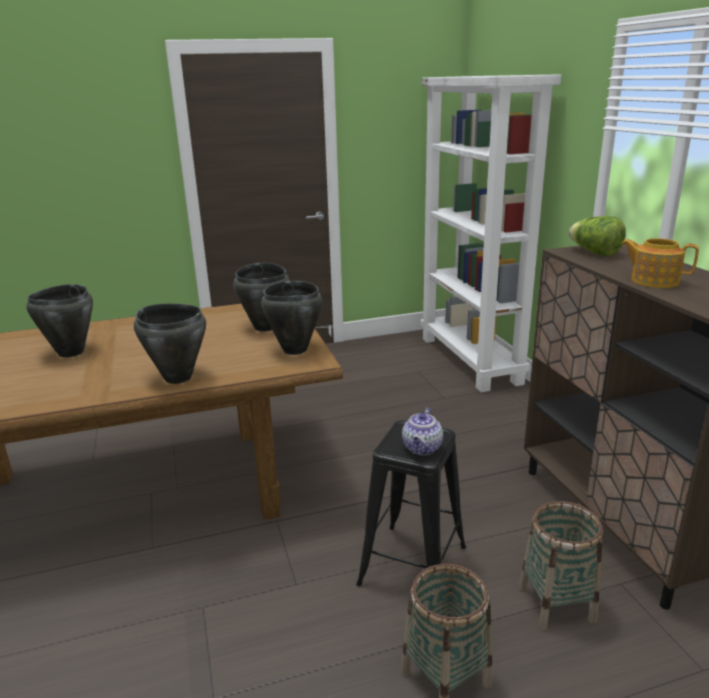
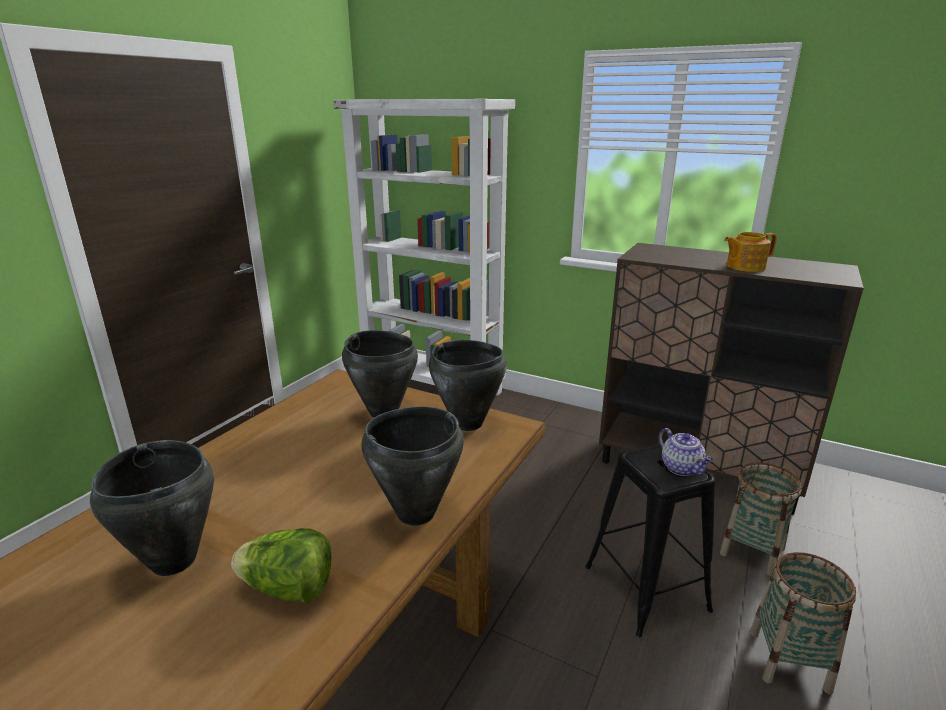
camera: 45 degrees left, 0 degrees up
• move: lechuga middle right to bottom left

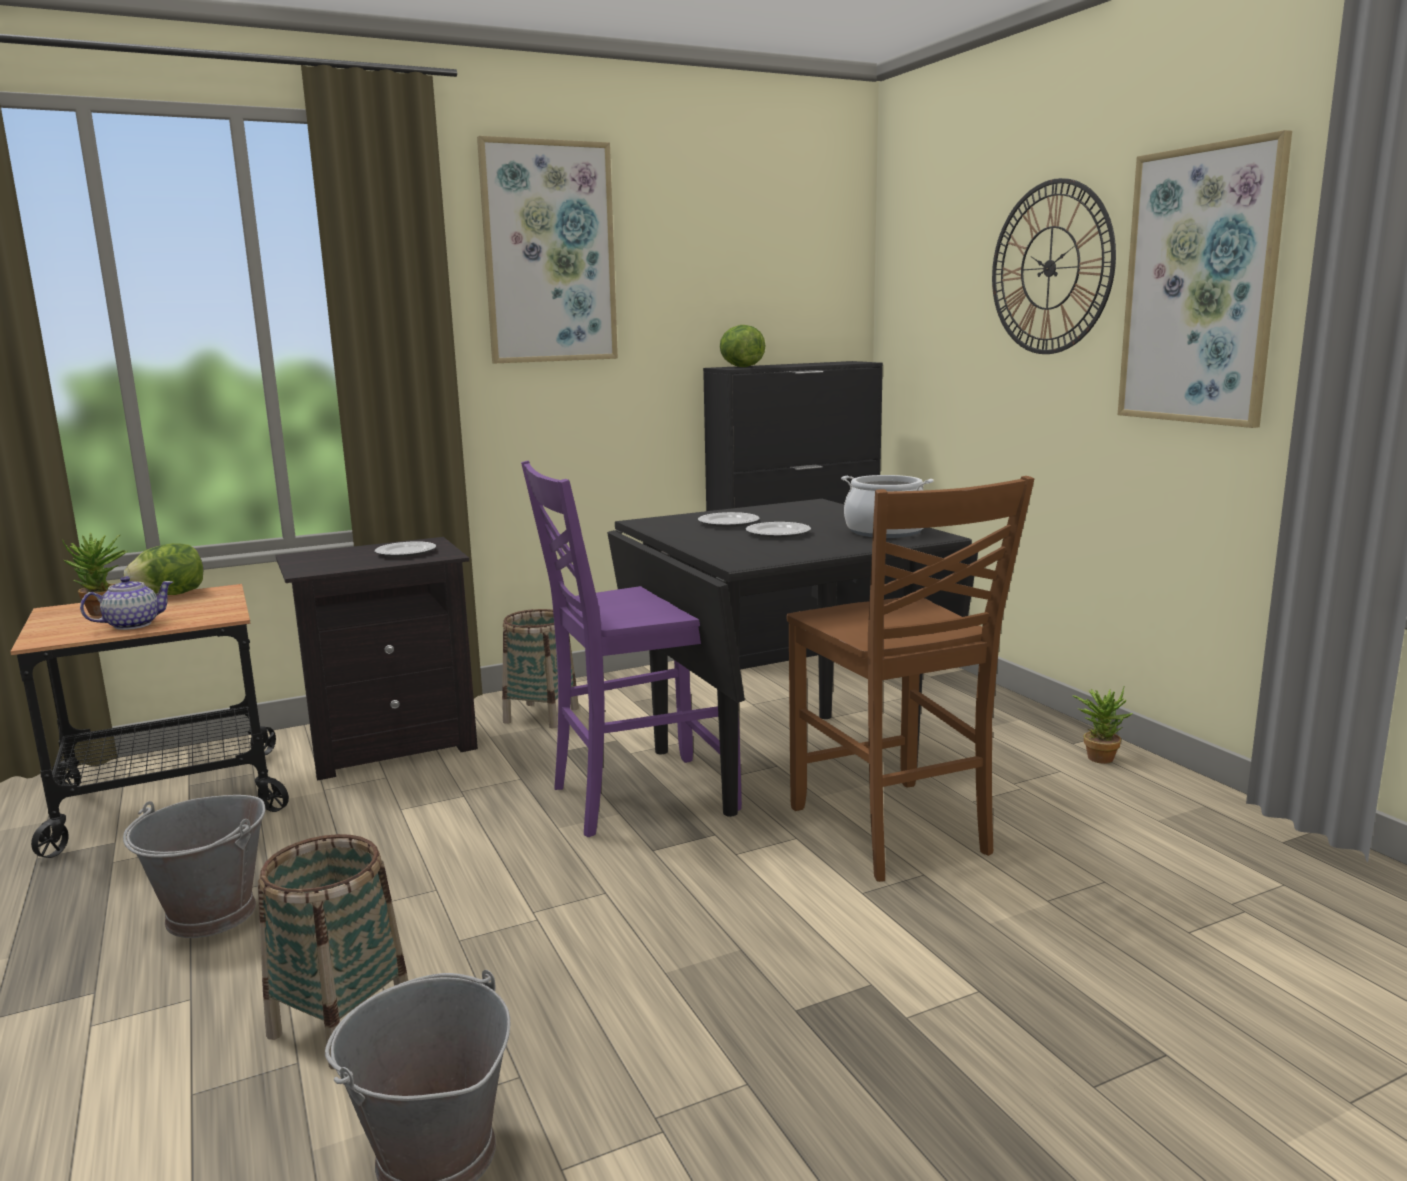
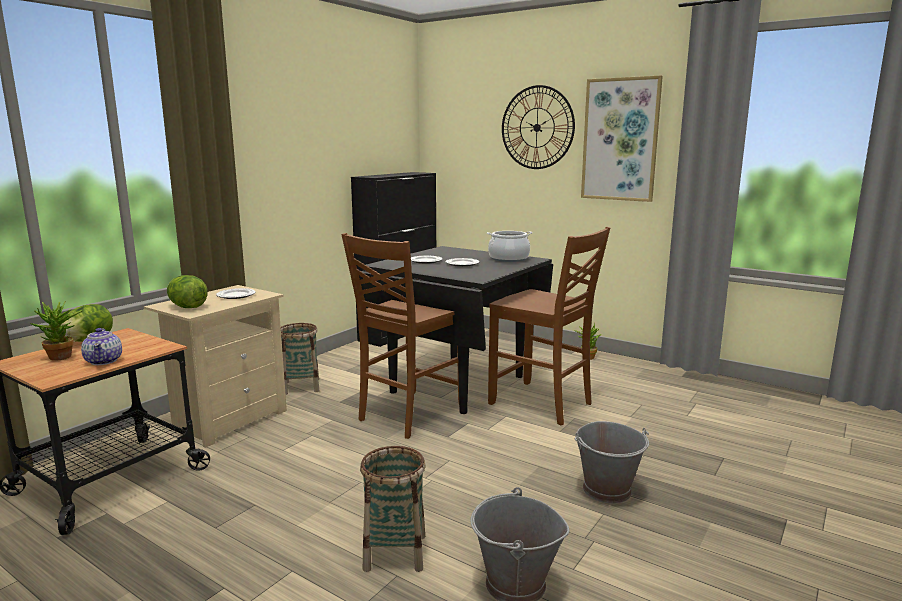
camera: 30 degrees left, 0 degrees up
• rotate: tetera middle left = middle left 135 degrees clockwise
• move: cubo/gris (1st from left in the first image) bottom left to cubo/gris (2nd from left) bottom right
• recolor: mesita de noche/negro middle left to mesita de noche/beis middle left
• delete: cuadro (1st from left) top centre
• recolor: silla/morado centre to silla/marrón (1st from left) centre
• move: lechuga (2nd from left) top centre to middle left

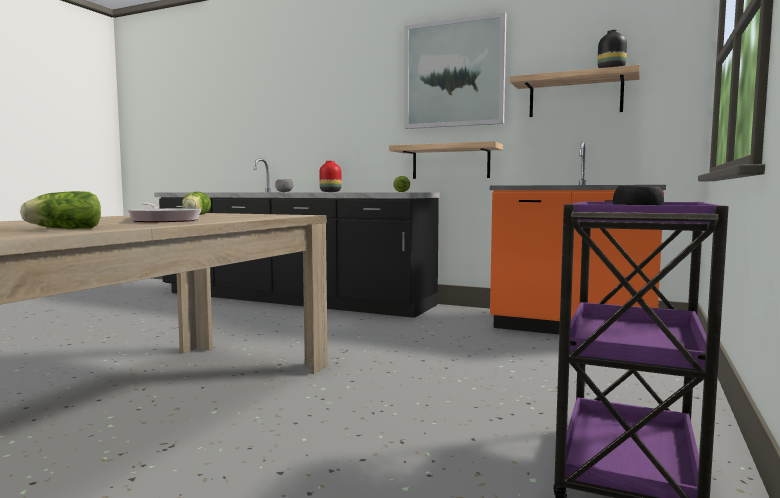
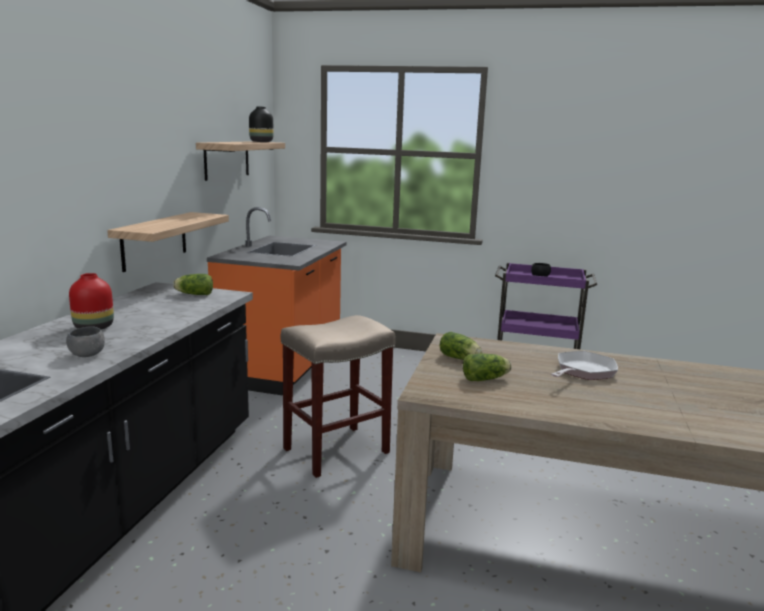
camera: 100 degrees left, 10 degrees up
• move: lechuga (1st from left in the first image) middle left to lechuga (2nd from left) centre
• delete: cuadro top centre
• insert: taburete/beis centre

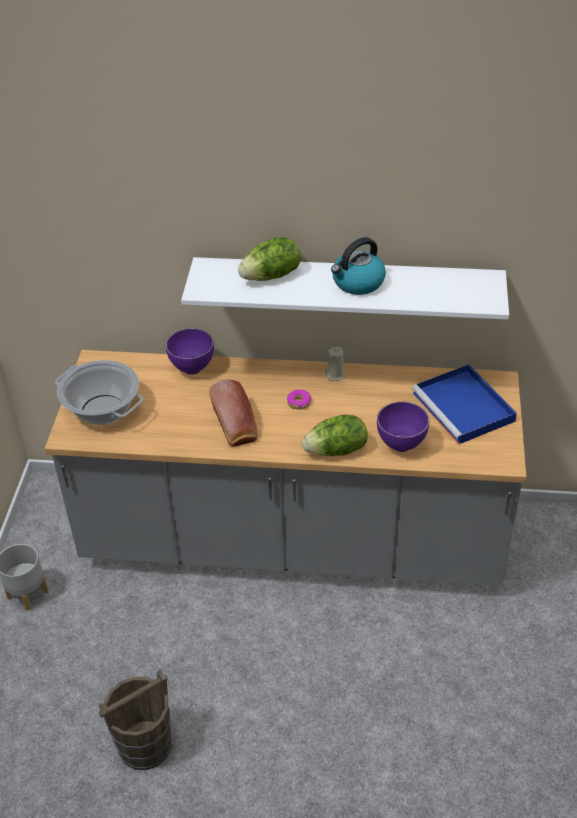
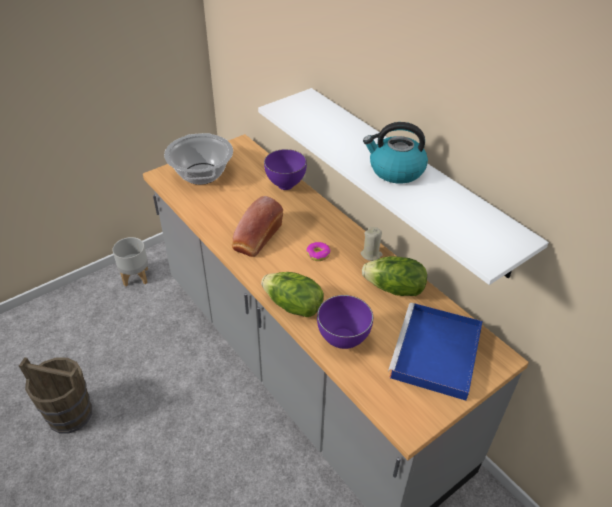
camera: 45 degrees right, 0 degrees up
• move: lechuga (1st from left in the first image) top centre to lechuga (2nd from left) centre

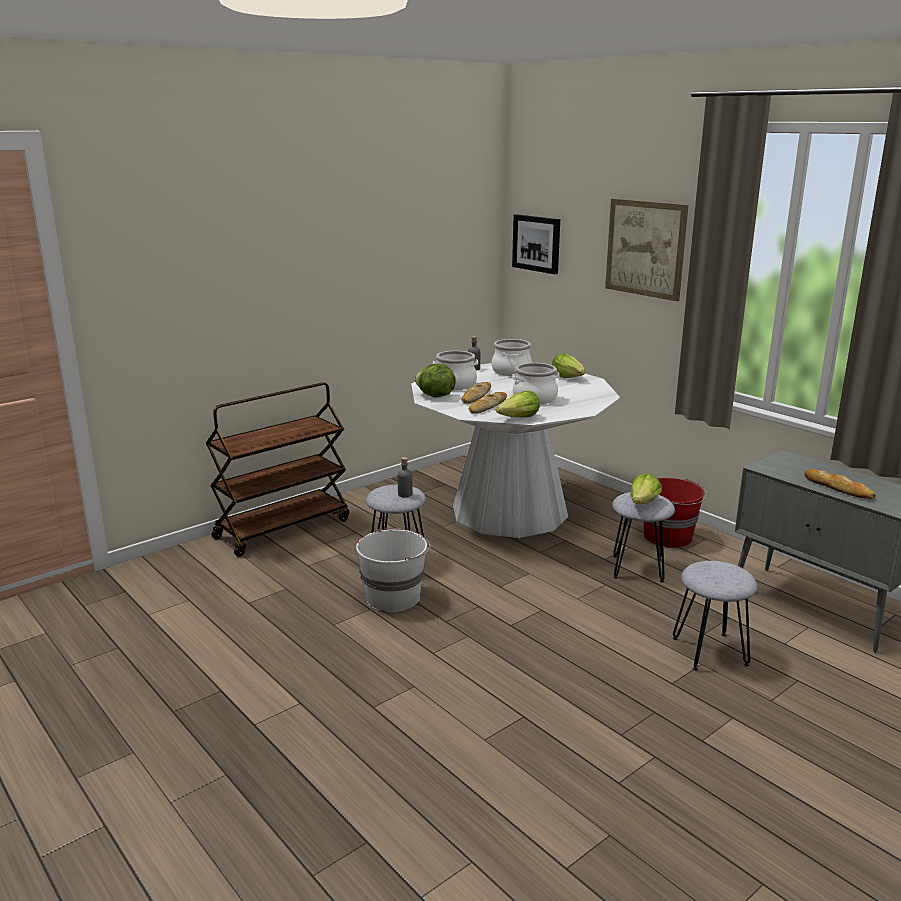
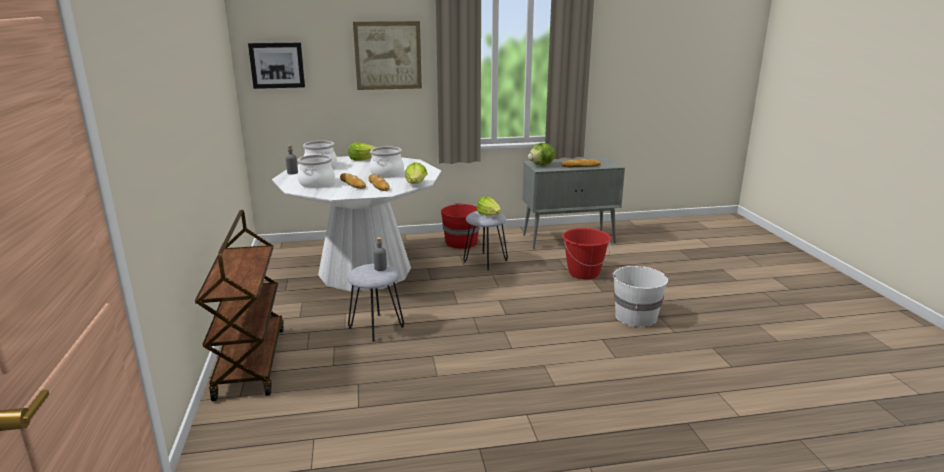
camera: 60 degrees left, 0 degrees up
• move: cubo/blanco centre to middle right
• move: lechuga (1st from left in the first image) centre to lechuga (4th from left) top centre
• replace: taburete/gris (3rd from left) bottom right to cubo/rojo (2nd from left) centre

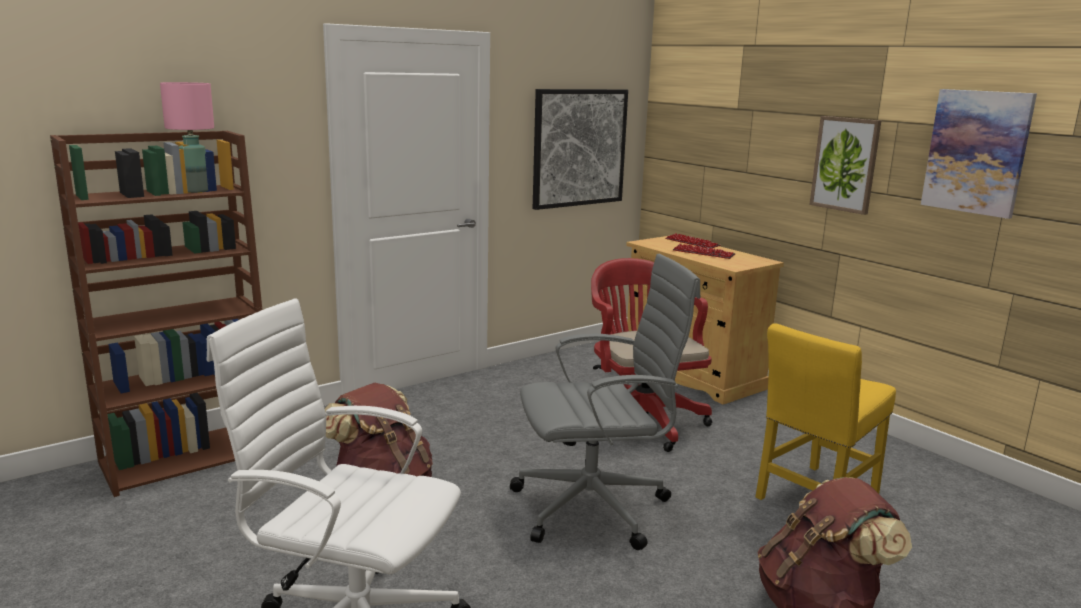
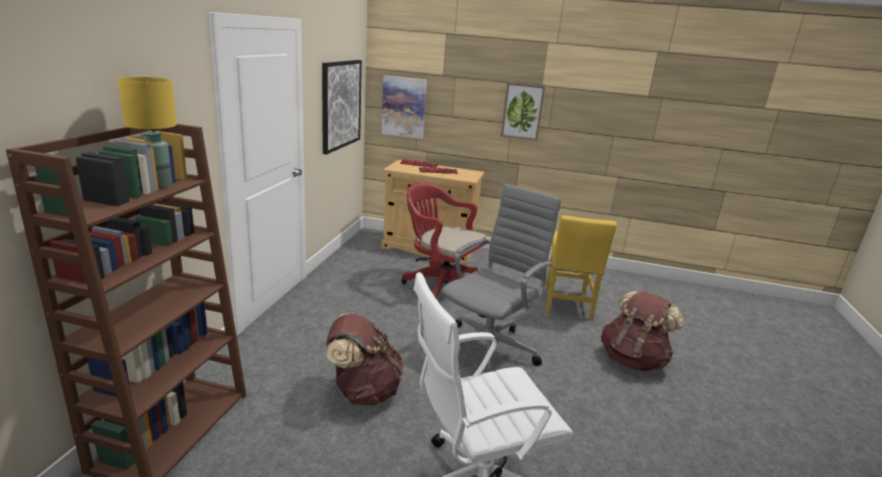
camera: 40 degrees left, 5 degrees up
• recolor: lámpara de mesa/rosa top left to lámpara de mesa/amarillo top left
• move: cuadro (3rd from left in the first image) top right to cuadro (2nd from left) top centre

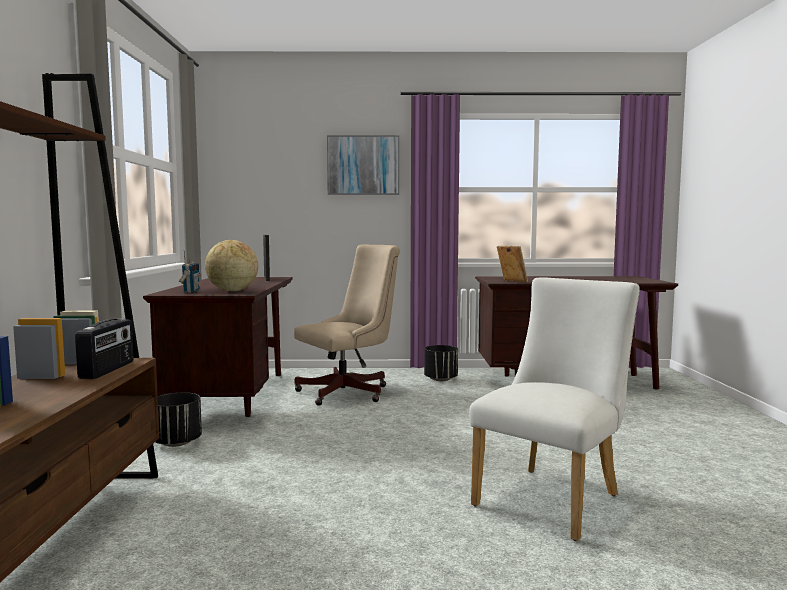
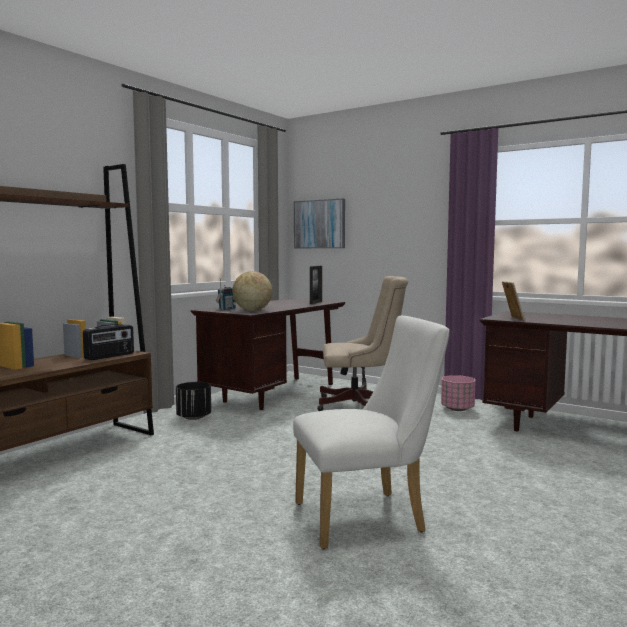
camera: 35 degrees right, 0 degrees up
• move: cuadro top centre to centre
• recolor: maceta/negro (2nd from left) centre to maceta/rosa middle right

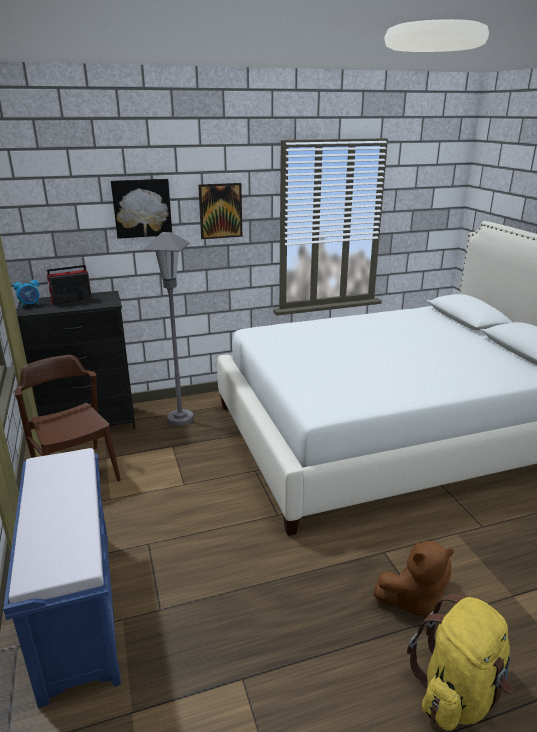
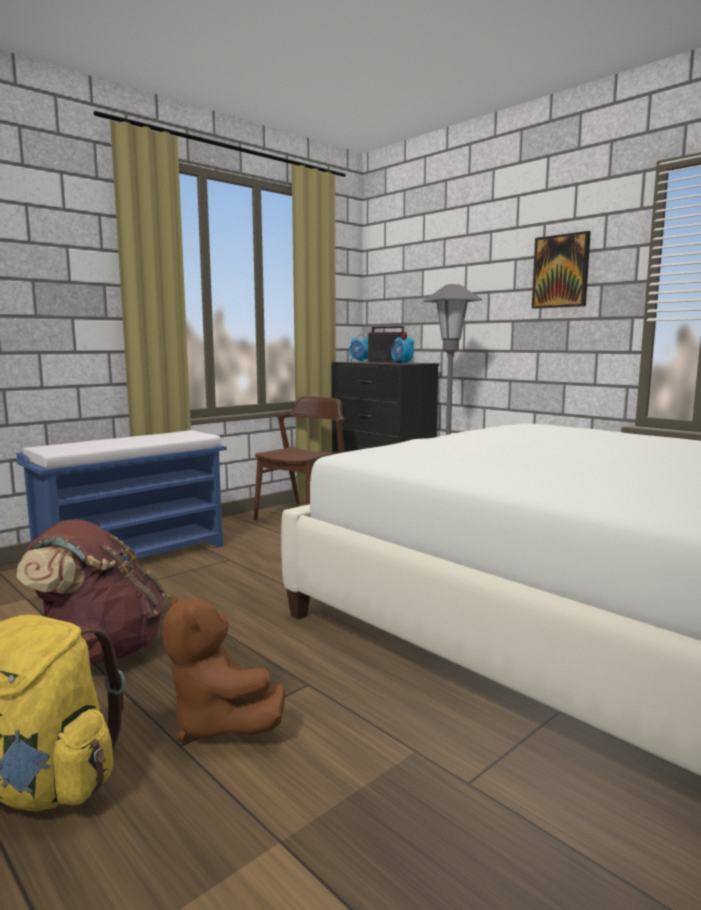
camera: 65 degrees right, 15 degrees down
• delete: cuadro (1st from left) top left
• insert: mochila/marrón middle left
• insert: despertador (2nd from left) centre

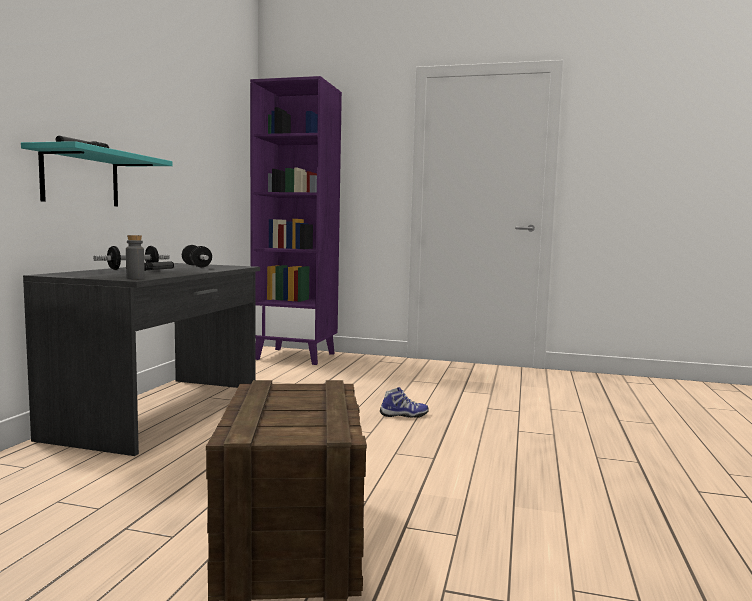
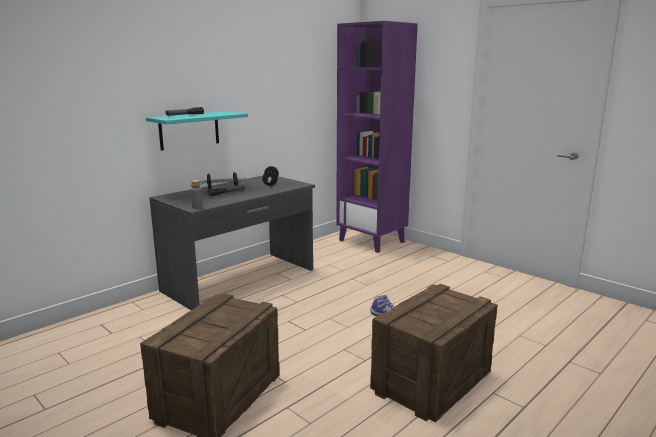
camera: 30 degrees right, 10 degrees up
• insert: caja de embalaje (2nd from left) bottom centre

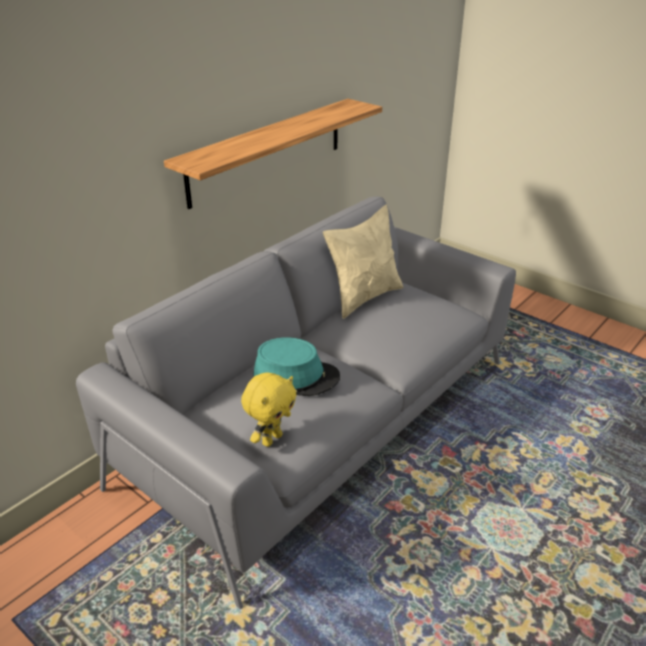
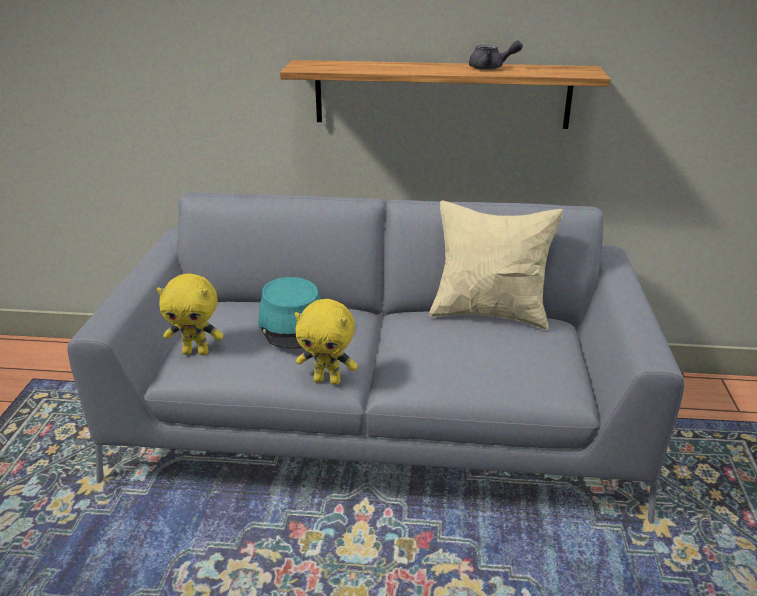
camera: 55 degrees right, 5 degrees down
• insert: peluche/amarillo (2nd from left) centre
• insert: tetera/gris top centre

